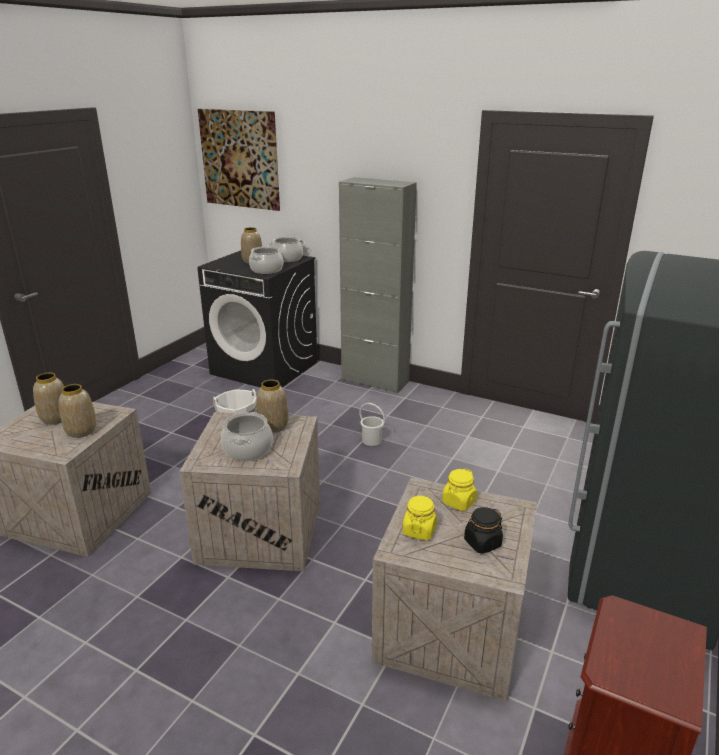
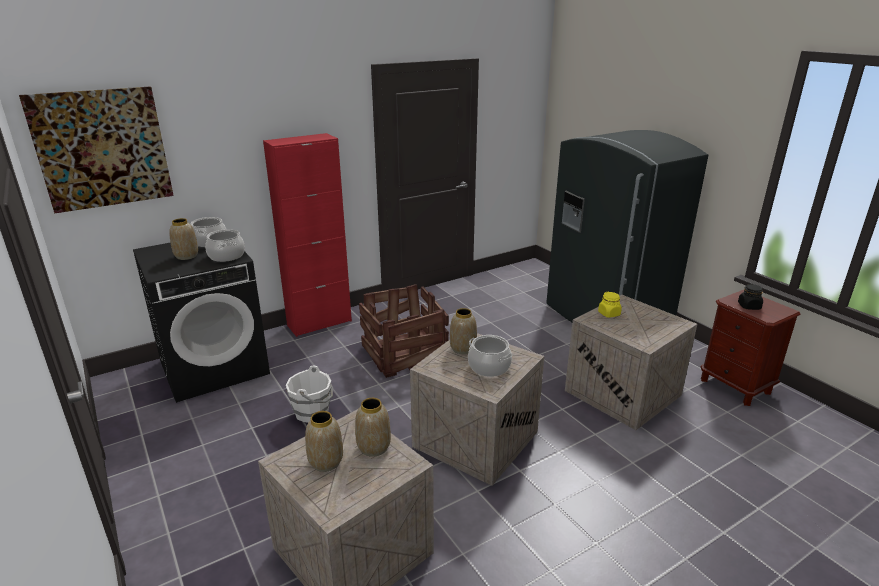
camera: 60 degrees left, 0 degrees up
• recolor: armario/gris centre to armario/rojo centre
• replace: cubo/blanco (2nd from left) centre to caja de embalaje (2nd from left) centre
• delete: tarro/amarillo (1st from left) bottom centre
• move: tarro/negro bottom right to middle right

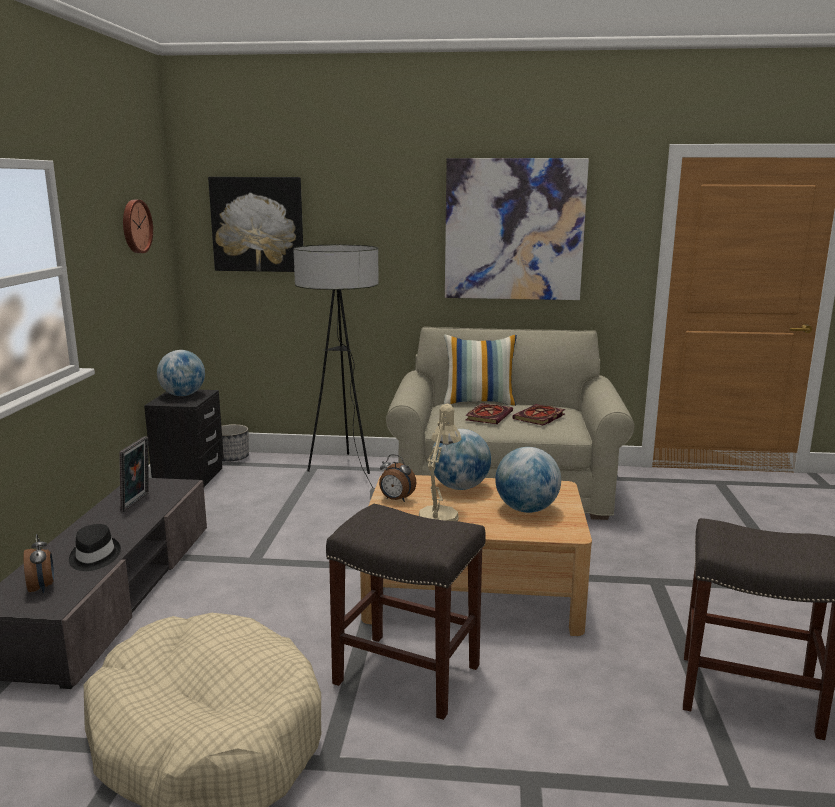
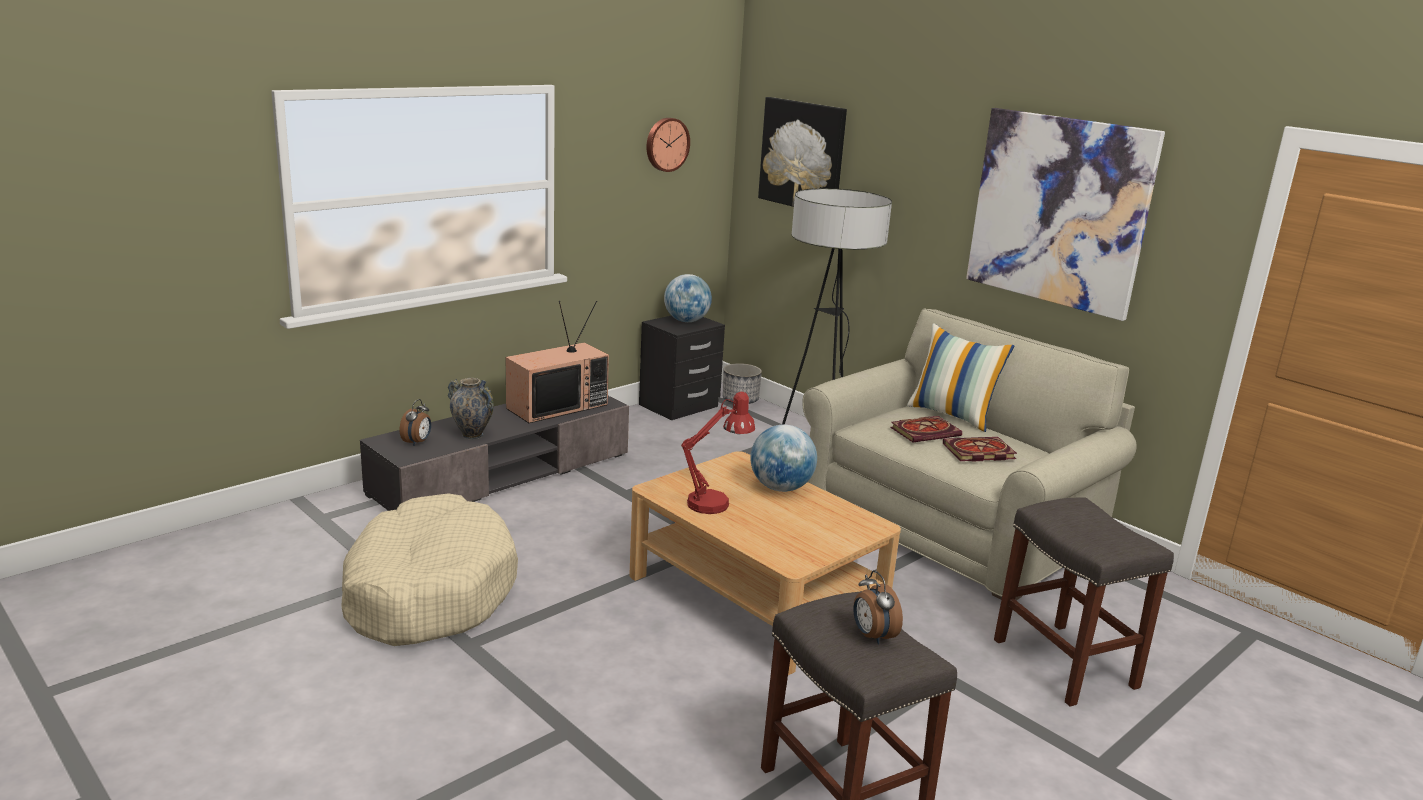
camera: 40 degrees right, 5 degrees up
• replace: sombrero/negro bottom left to florero middle left
• replace: portarretratos middle left to televisor centre
• move: taburete/gris (1st from left in the first image) bottom centre to taburete/gris (2nd from left) bottom right
• move: despertador (2nd from left) centre to bottom centre
• recolor: lámpara de mesa/beis centre to lámpara de mesa/rojo centre
• delete: globo terráqueo (3rd from left) centre

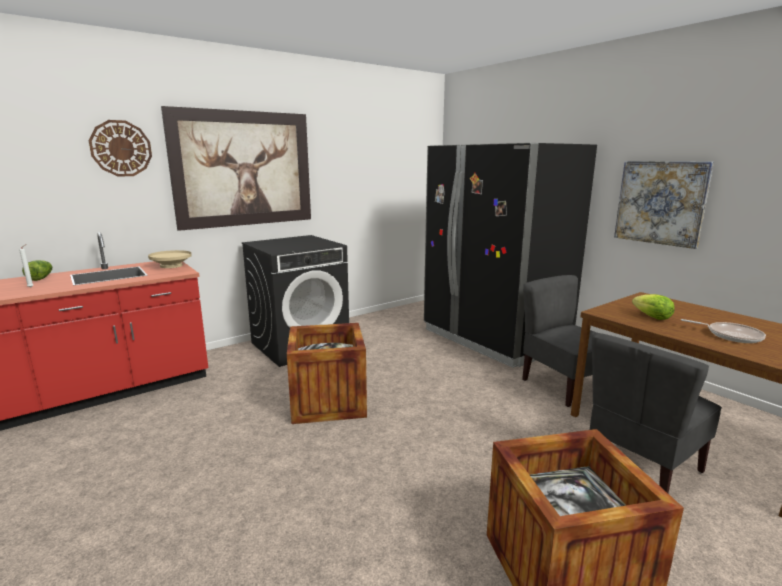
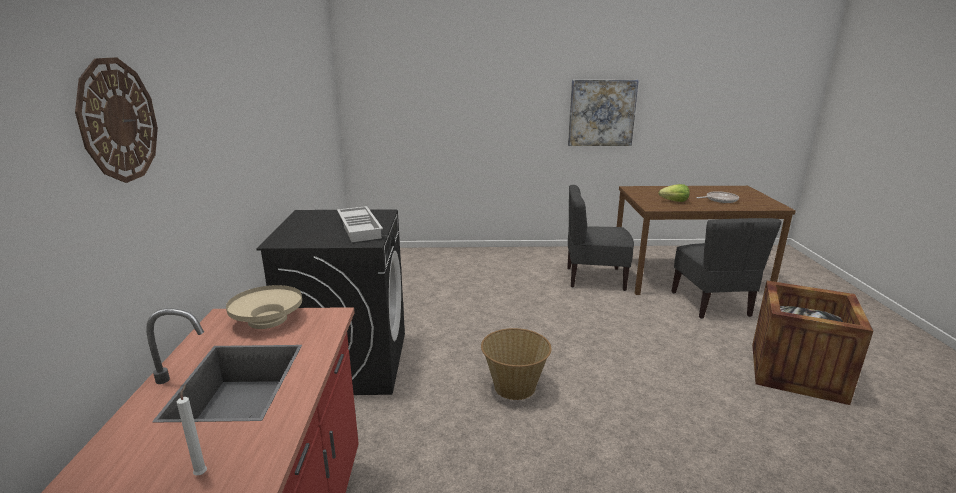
camera: 55 degrees left, 5 degrees up
• delete: lechuga (1st from left) middle left
• delete: cuadro (1st from left) top left
• replace: caja de embalaje (1st from left) centre to cesta bottom centre
• delete: nevera/negro centre
• insert: bandeja/blanco centre

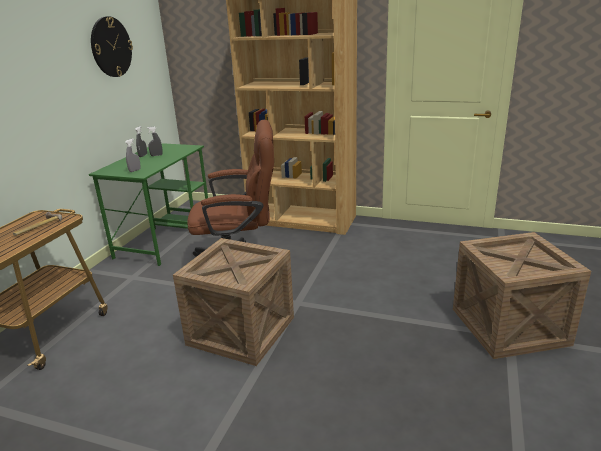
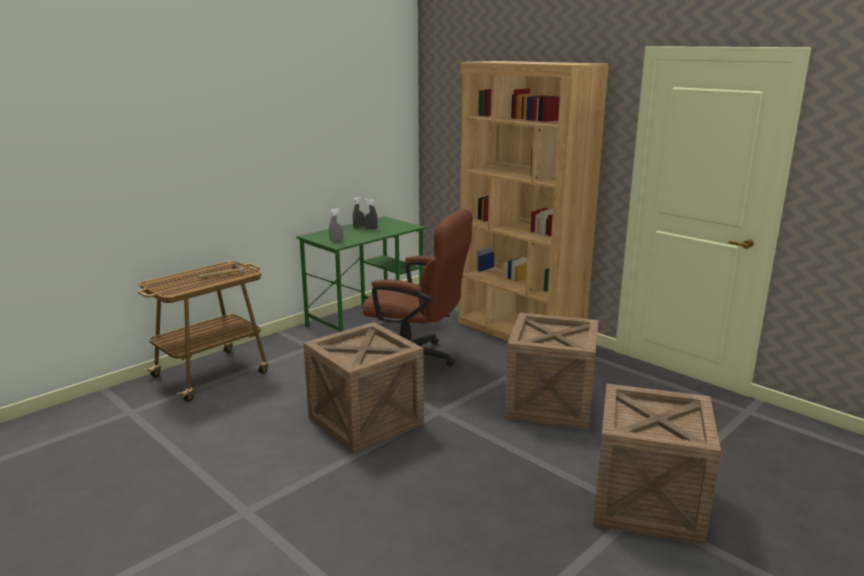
camera: 25 degrees right, 5 degrees down
• delete: reloj de pared top left
• insert: caja de embalaje (2nd from left) centre

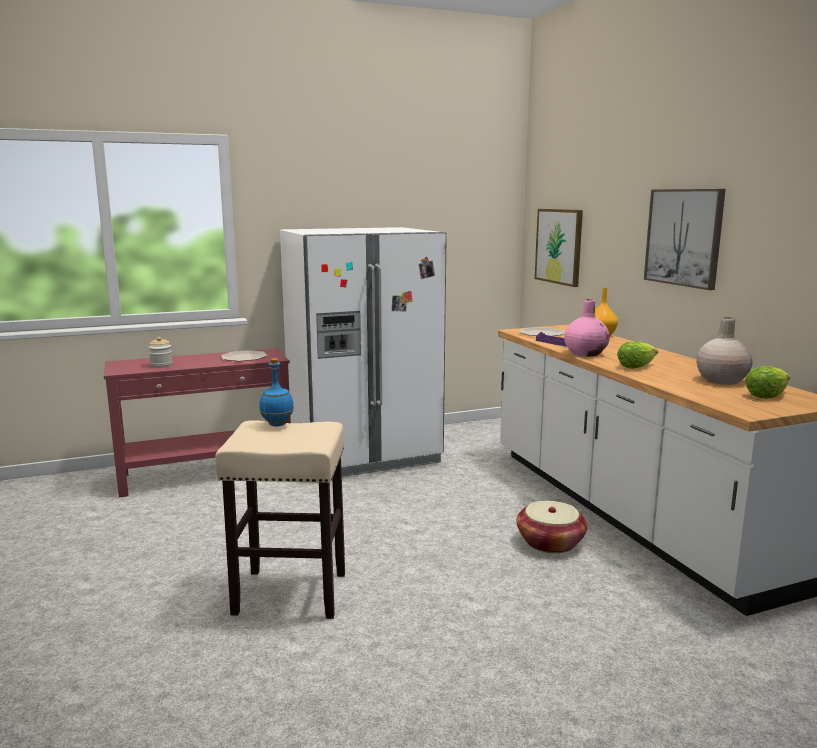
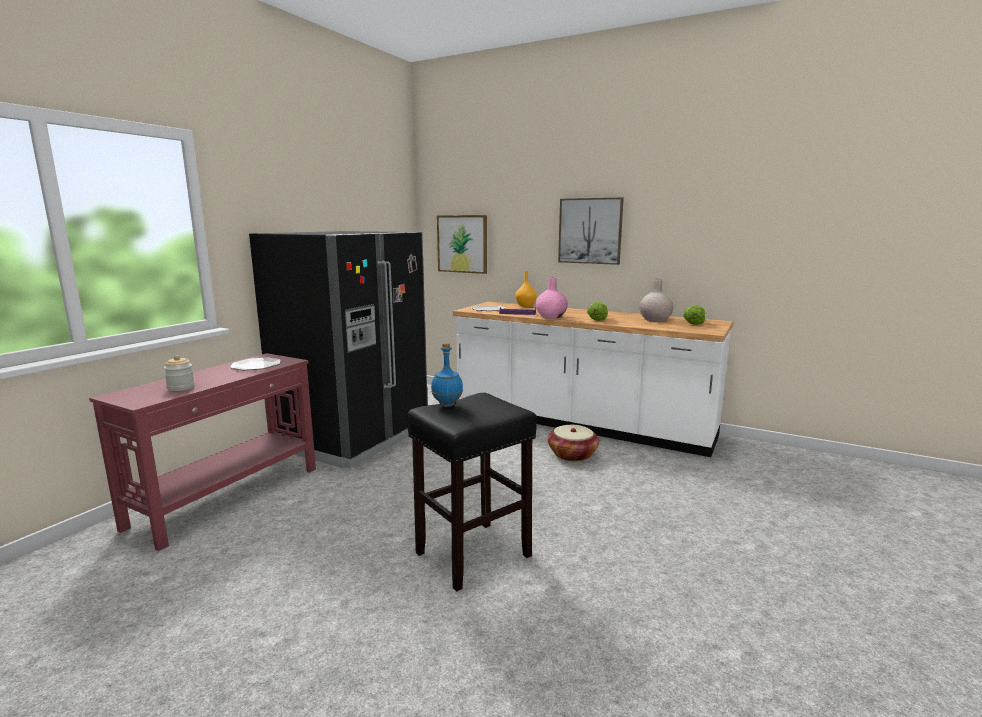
camera: 40 degrees left, 0 degrees up
• recolor: taburete/beis bottom centre to taburete/negro bottom centre
• recolor: nevera/blanco centre to nevera/negro centre

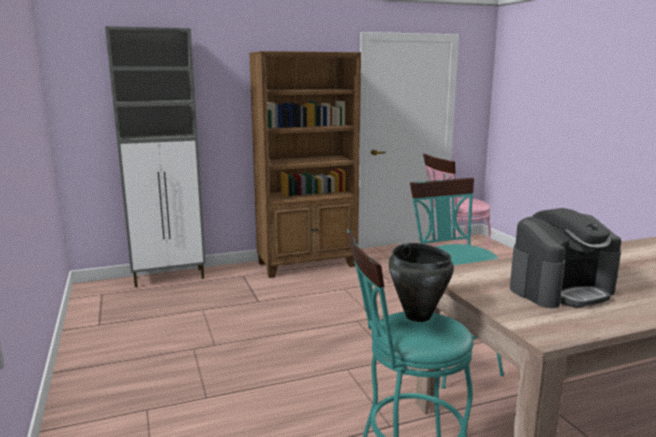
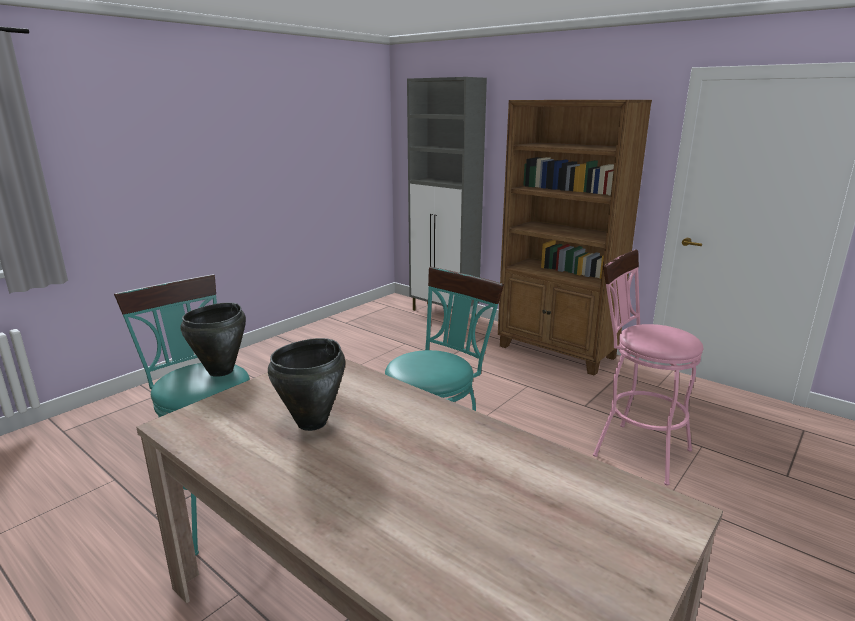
camera: 60 degrees right, 5 degrees up
• replace: cafetera middle right to olla/negro (2nd from left) centre

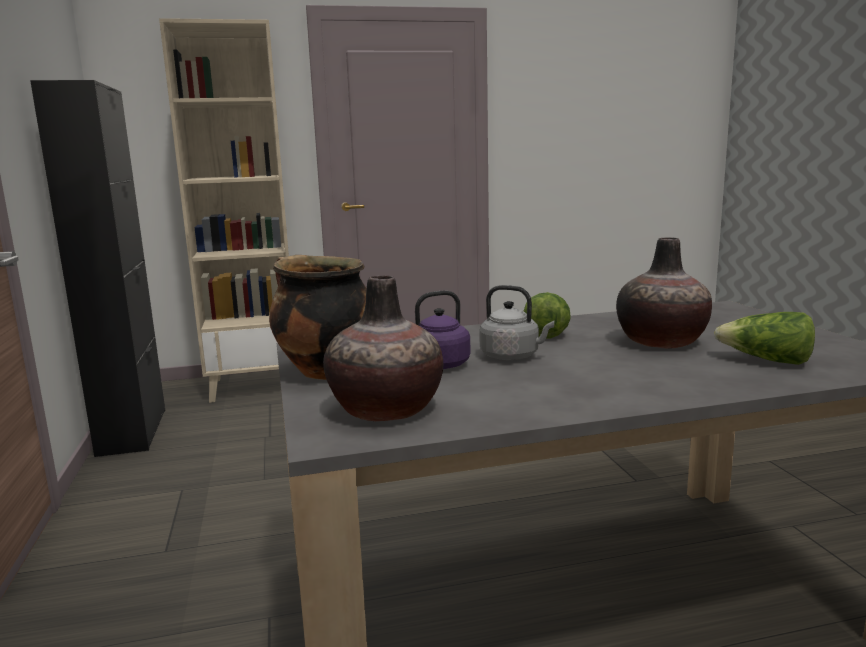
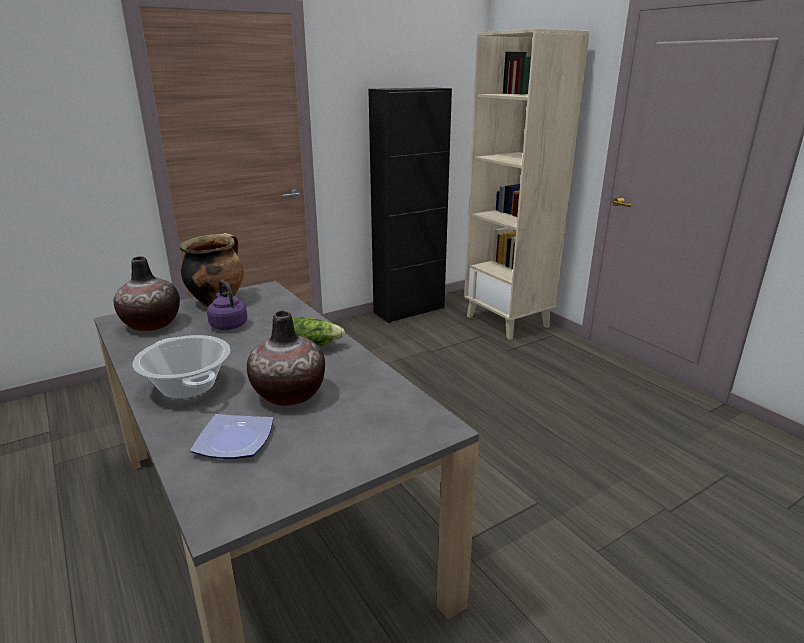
camera: 70 degrees right, 10 degrees up
• delete: hervidor/gris centre
• replace: lechuga (2nd from left) middle right to plato bottom left
• insert: olla (1st from left) middle left

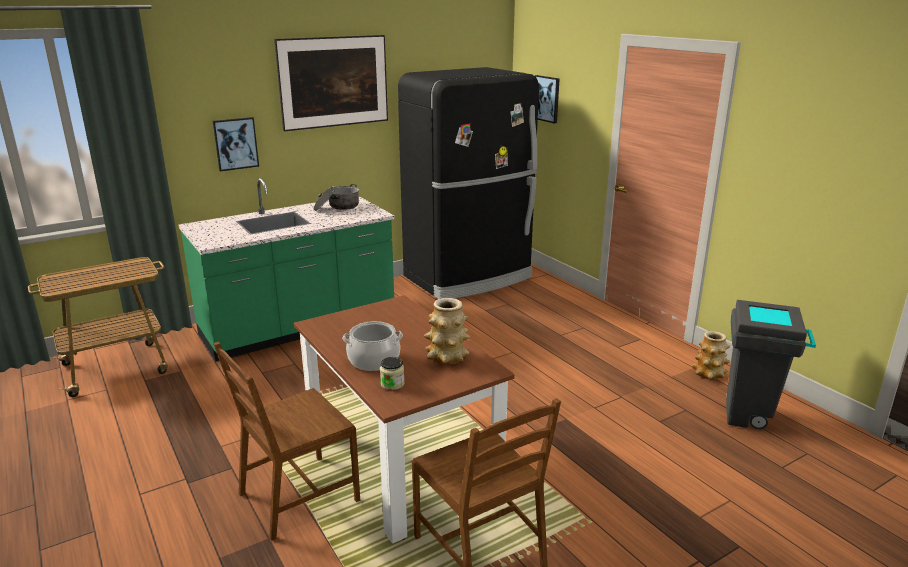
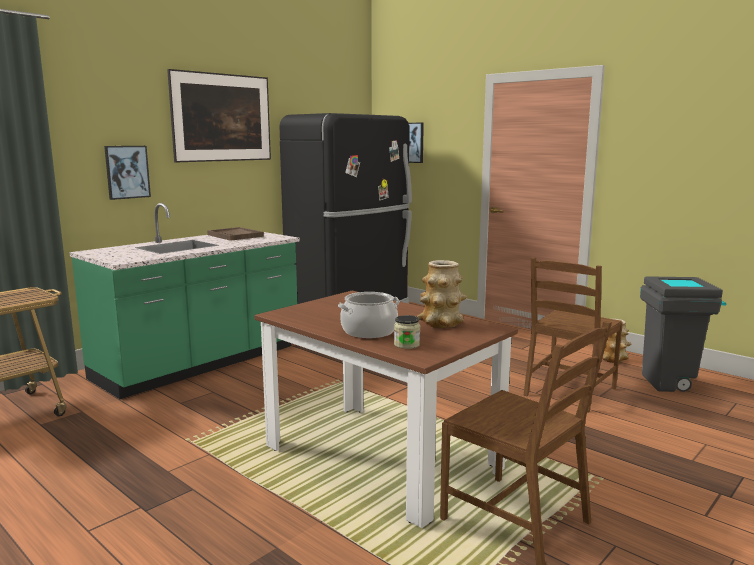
camera: 15 degrees left, 10 degrees down
• move: silla/marrón (1st from left in the first image) bottom left to silla/marrón (2nd from left) middle right
• replace: olla (1st from left) centre to bandeja/marrón middle left

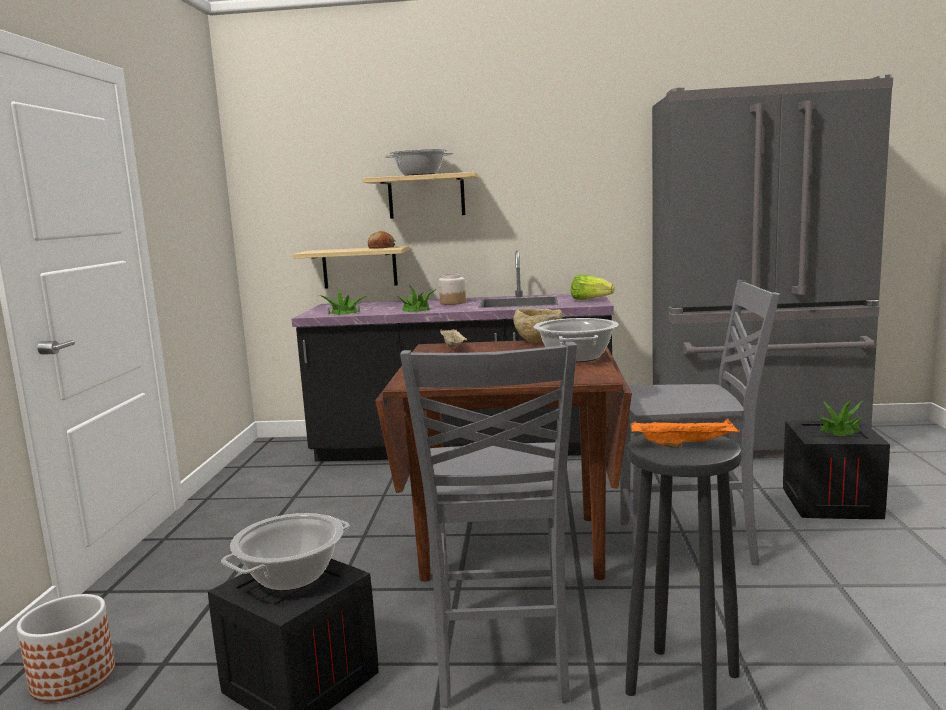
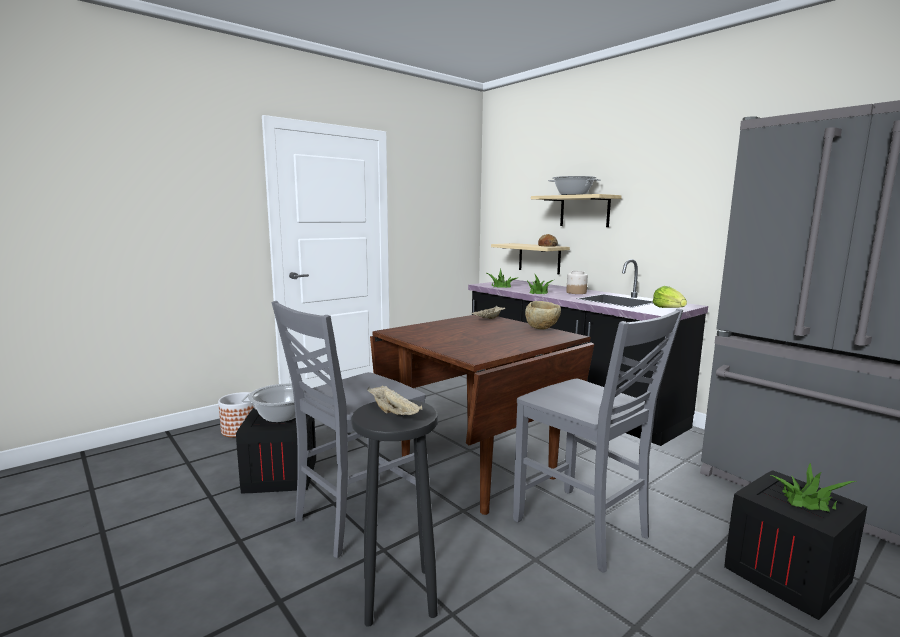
camera: 45 degrees right, 0 degrees up
• delete: olla (3rd from left) centre
• recolor: bandeja/naranja middle right to bandeja/beis (1st from left) centre

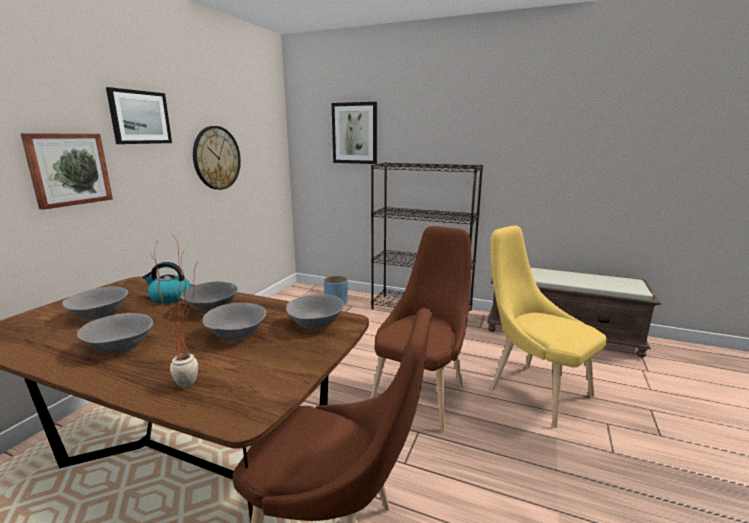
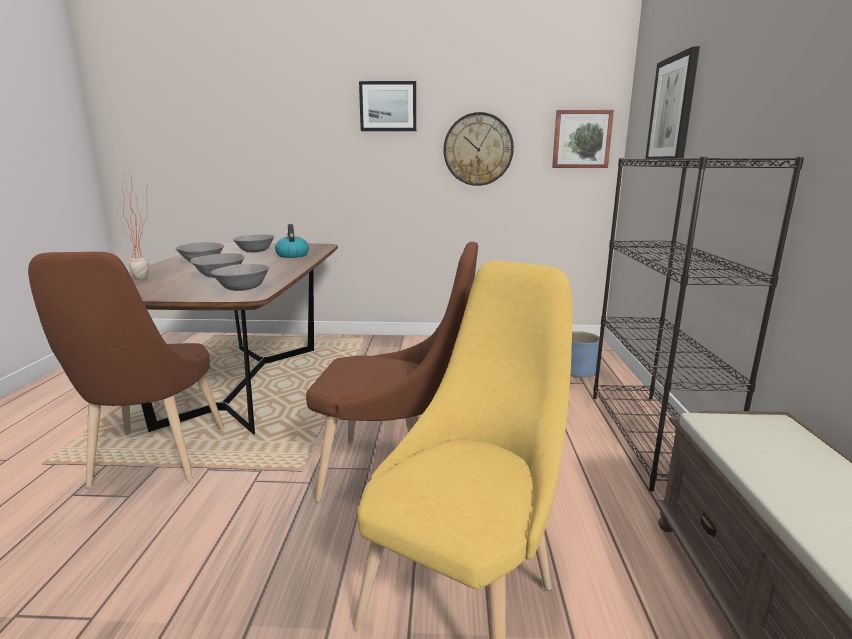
camera: 70 degrees right, 0 degrees up
• move: cuadro (1st from left in the first image) top left to cuadro (2nd from left) top right
• delete: cuenco/gris (3rd from left) middle left

